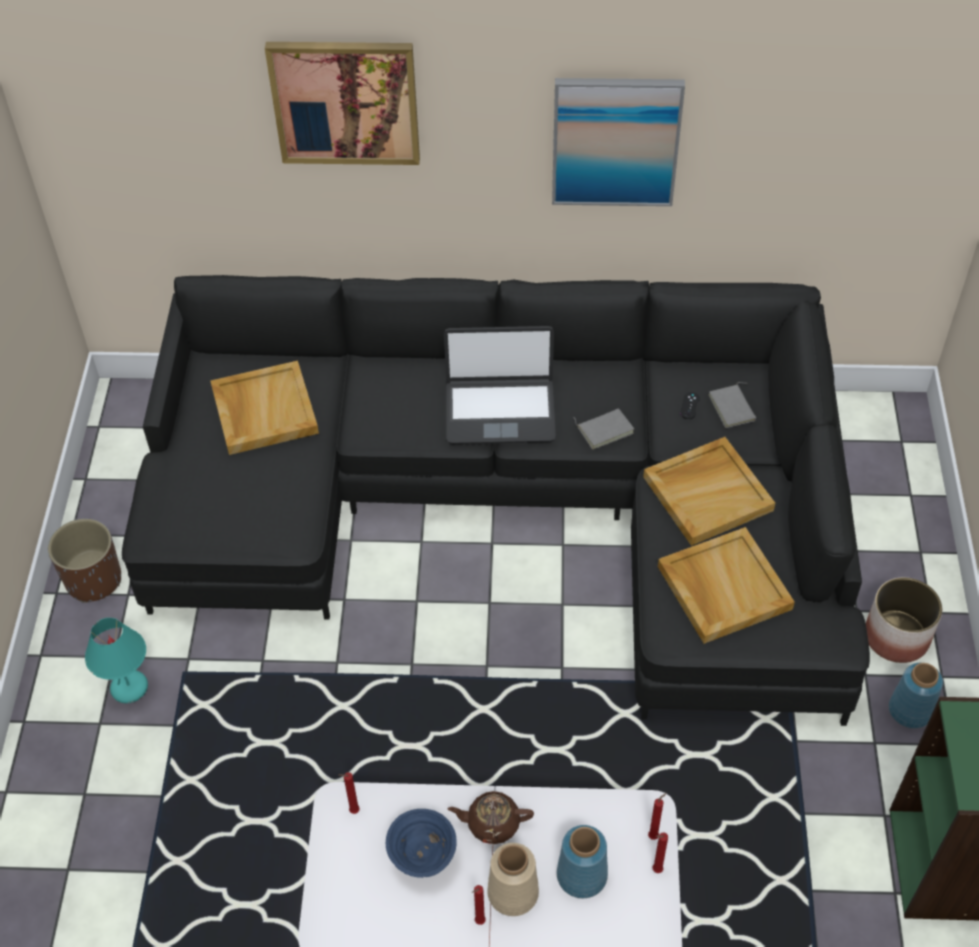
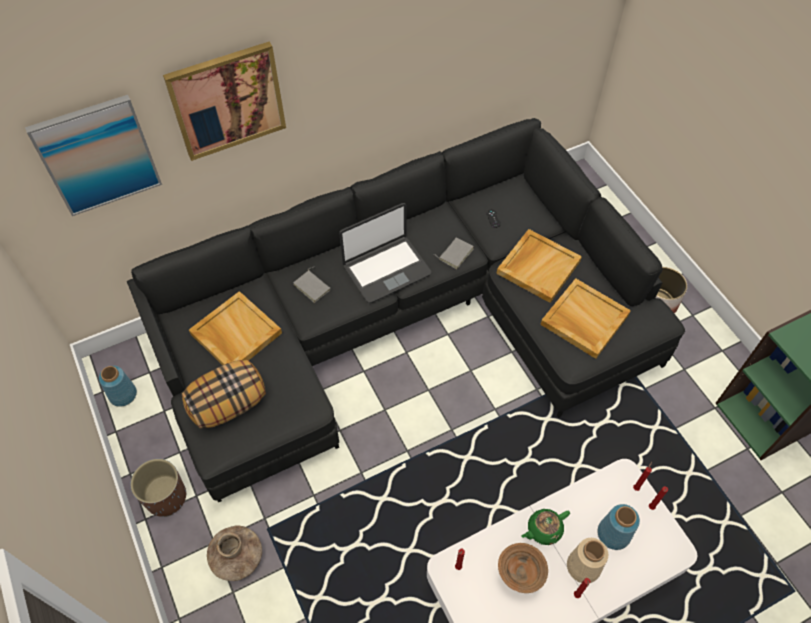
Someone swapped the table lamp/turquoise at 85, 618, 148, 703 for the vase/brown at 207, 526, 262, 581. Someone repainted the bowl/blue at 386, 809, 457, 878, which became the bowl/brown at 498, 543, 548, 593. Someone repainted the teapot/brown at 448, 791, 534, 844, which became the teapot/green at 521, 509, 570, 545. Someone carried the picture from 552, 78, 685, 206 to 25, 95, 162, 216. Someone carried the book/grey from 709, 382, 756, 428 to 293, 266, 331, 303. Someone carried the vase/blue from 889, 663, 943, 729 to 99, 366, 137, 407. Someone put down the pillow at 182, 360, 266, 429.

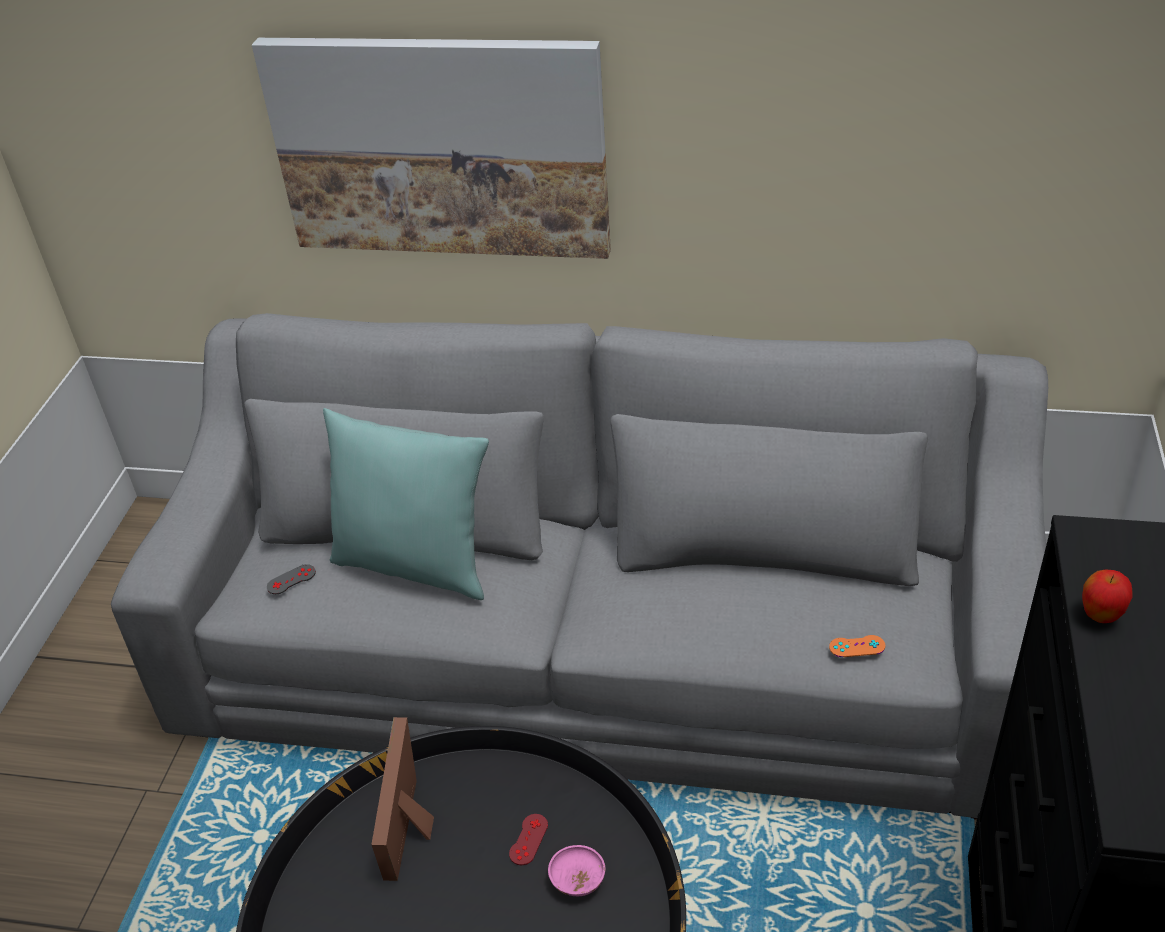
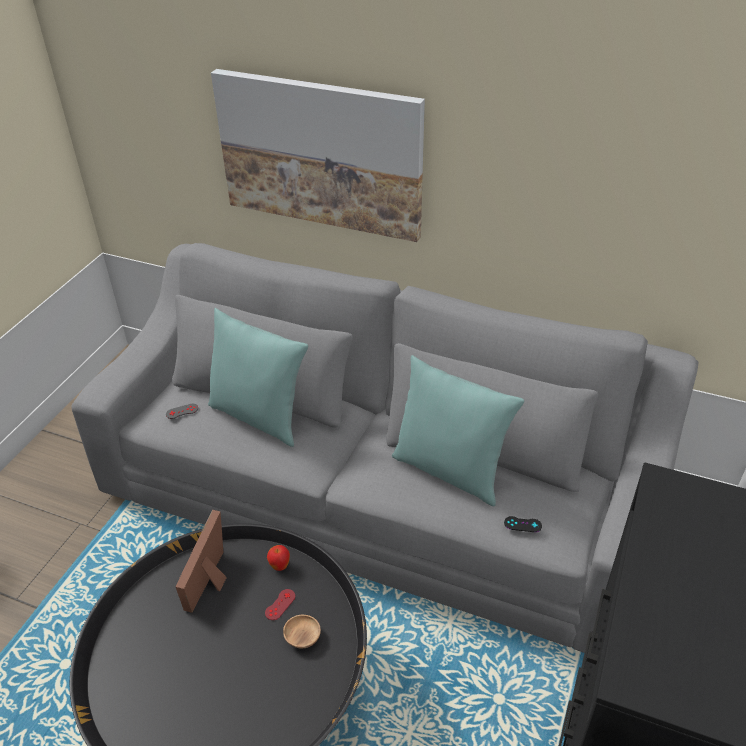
Someone repainted the bowl/pink at 548, 845, 605, 896, which became the bowl/brown at 283, 615, 321, 648. Someone repainted the game controller/orange at 829, 635, 885, 657, which became the game controller/black at 504, 516, 542, 532. Someone carried the apple from 1082, 569, 1132, 623 to 267, 545, 290, 571. Someone put down the pillow/turquoise at 392, 355, 524, 506.

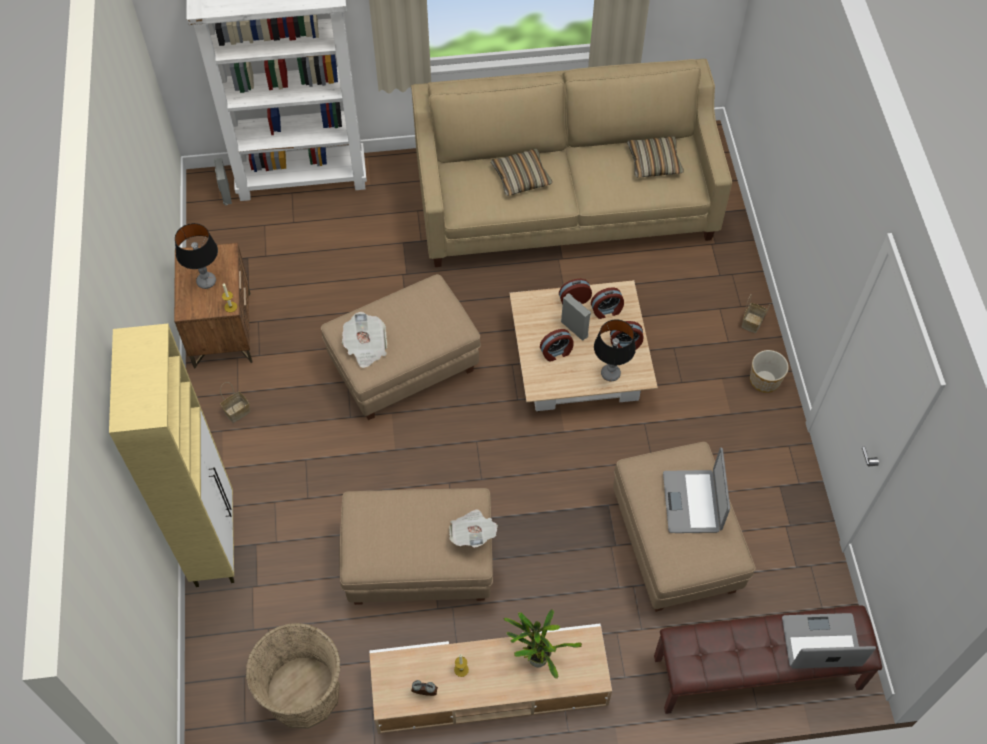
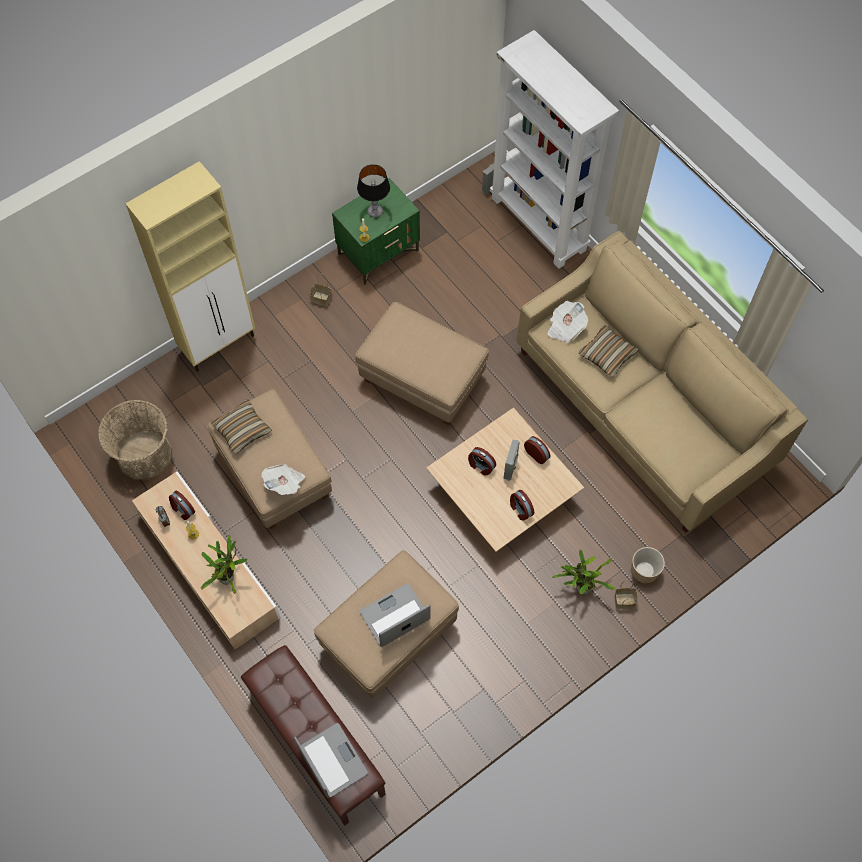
Someone repainted the nightstand/brown at 174, 243, 253, 369, which became the nightstand/green at 332, 178, 420, 285. Someone carried the newspaper from 342, 312, 387, 368 to 547, 301, 588, 343. Someone carried the alarm clock from 591, 287, 624, 319 to 169, 491, 195, 520. Someone took away the table lamp at 594, 319, 636, 381. Someone carried the pillow from 627, 137, 684, 178 to 211, 399, 272, 454. Someone carried the planter from 750, 350, 789, 393 to 631, 547, 665, 583. Someone put down the potted plant at 553, 550, 615, 594.

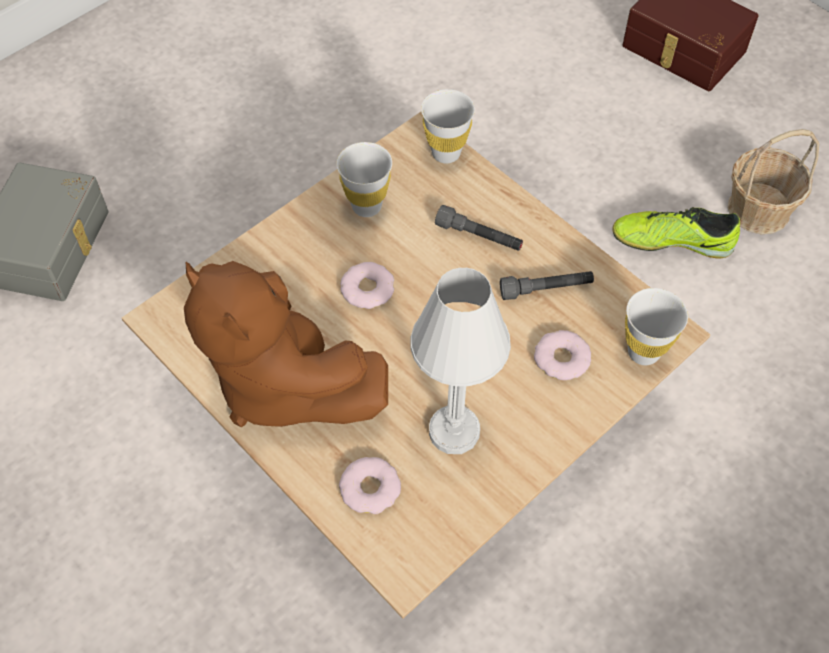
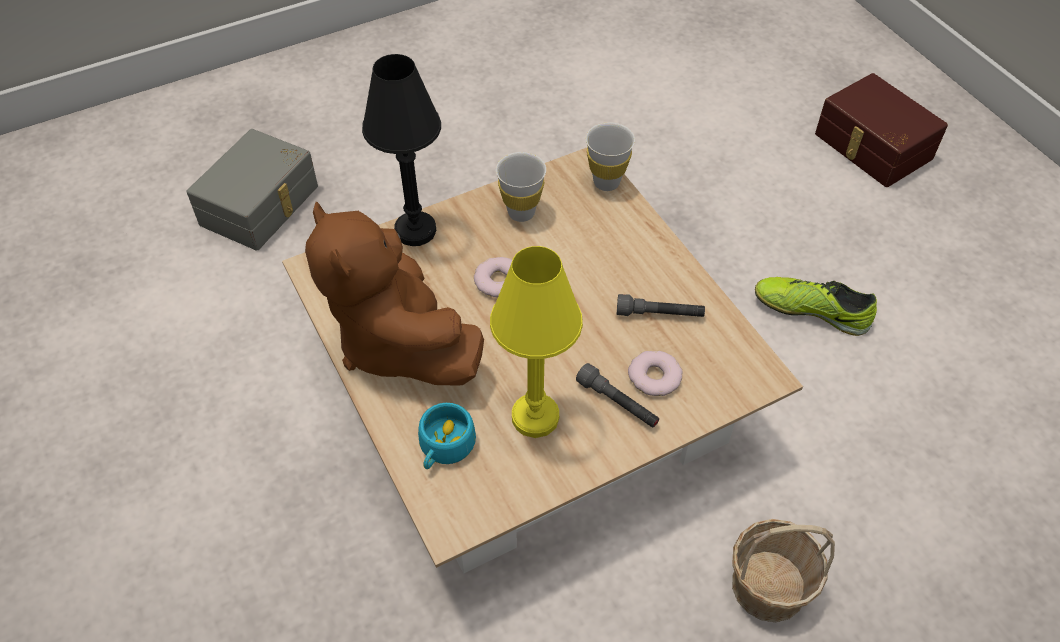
Someone swapped the donut at 339, 457, 401, 514 for the cup/turquoise at 418, 403, 476, 469. Someone repainted the table lamp/white at 410, 268, 511, 454, which became the table lamp/yellow at 490, 246, 583, 438. Someone carried the flashlight/grey from 435, 205, 523, 251 to 576, 363, 659, 428. Someone took away the cup/white at 625, 288, 688, 365. Someone carried the basket from 727, 129, 819, 234 to 732, 519, 835, 622. Someone put down the table lamp/black at 362, 54, 441, 246.

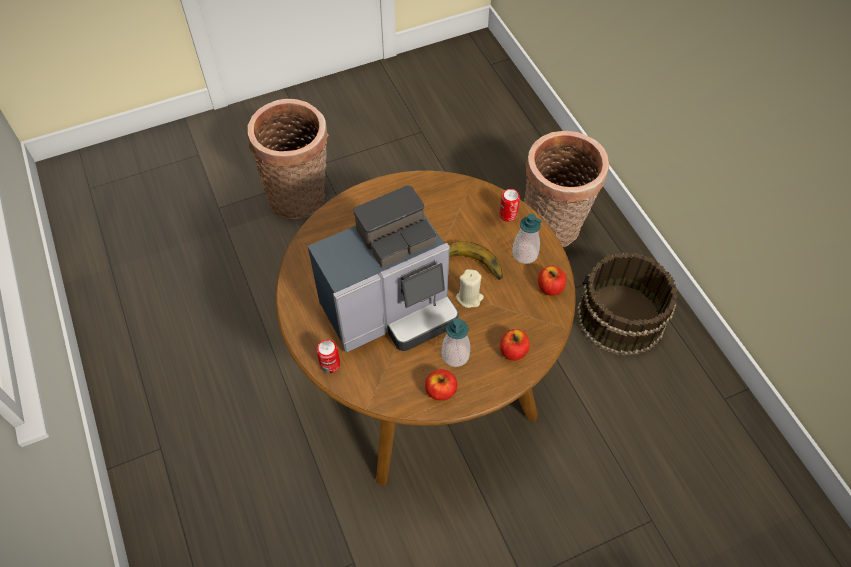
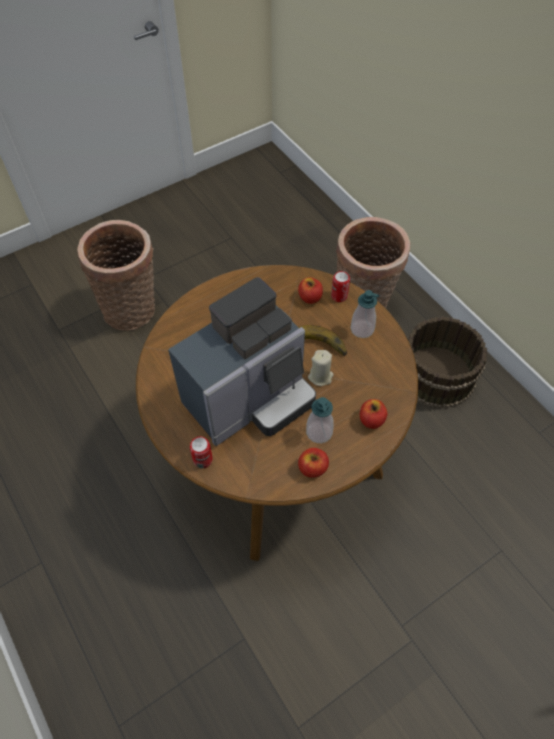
Someone carried the apple from 538, 266, 566, 296 to 298, 277, 323, 304.

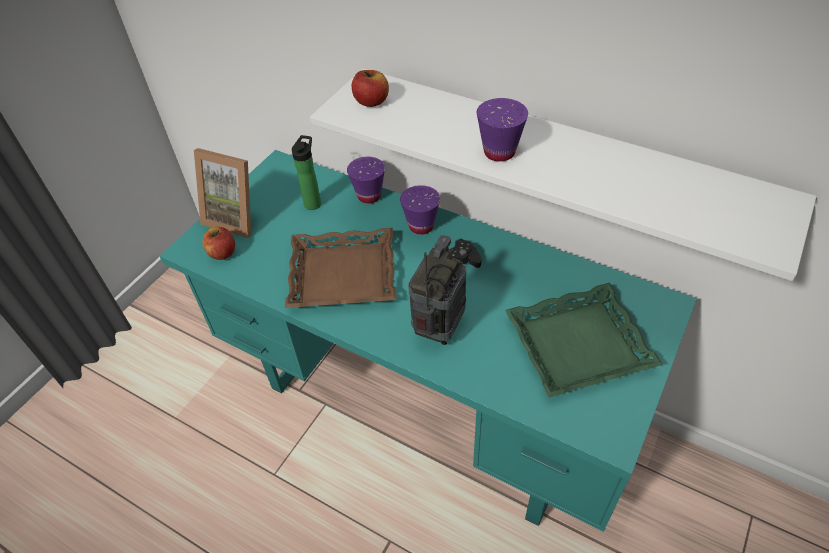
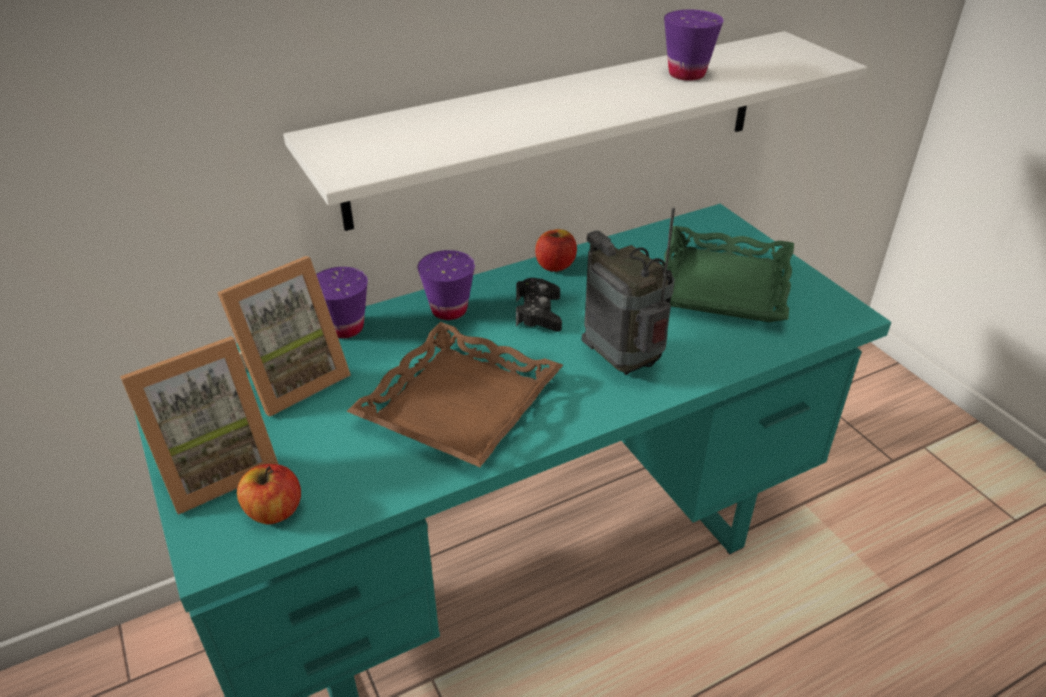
Someone swapped the bottle at 292, 135, 321, 210 for the picture frame at 217, 256, 351, 417. Someone carried the apple from 352, 70, 389, 107 to 535, 229, 577, 272. Someone carried the cup/purple from 477, 98, 528, 162 to 664, 10, 724, 81.

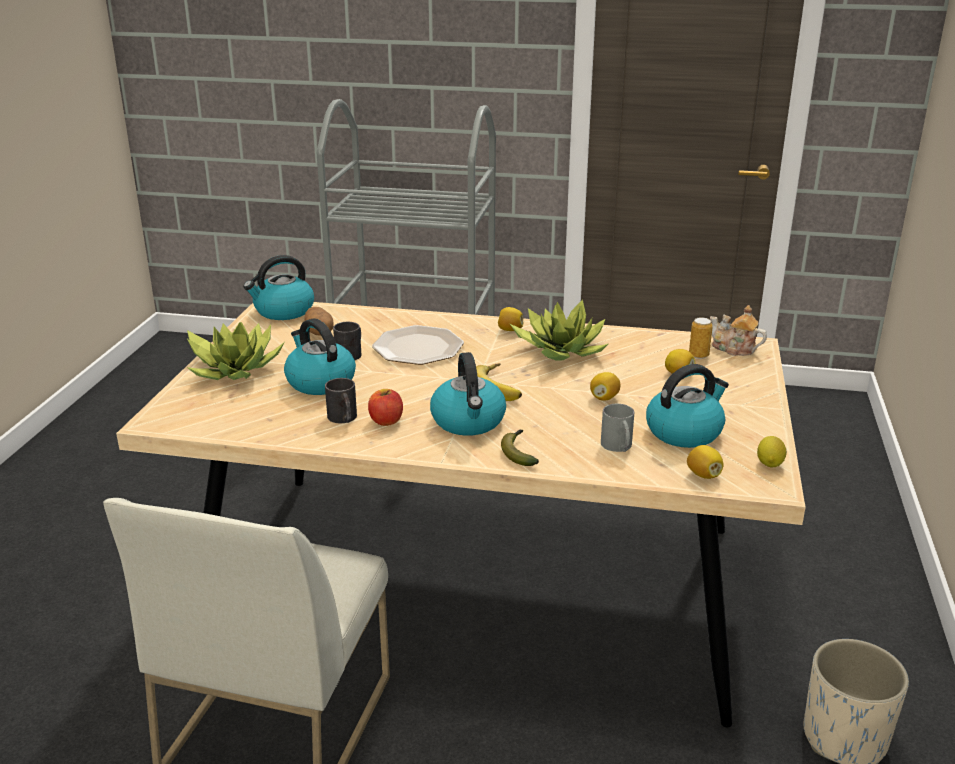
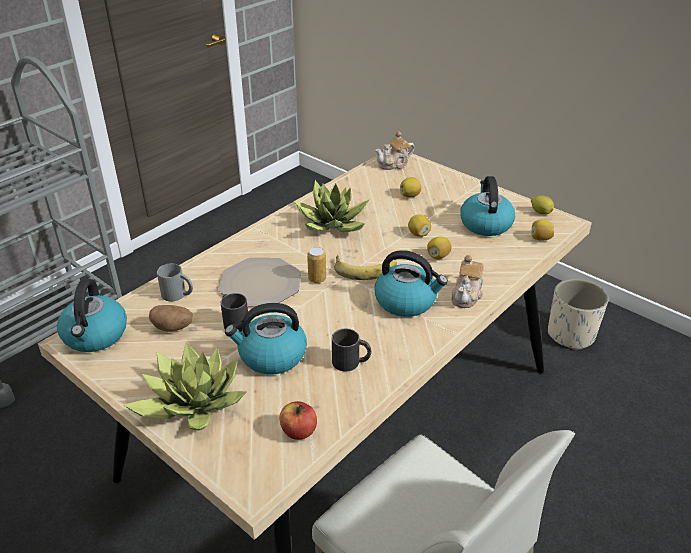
Someone carried the apple from 368, 389, 403, 426 to 279, 401, 317, 440. Someone carried the lemon from 498, 307, 523, 331 to 427, 237, 451, 259. Someone swapped the banana at 501, 430, 539, 466 for the teapot at 451, 255, 484, 308. Someone carried the mug/grey from 601, 404, 634, 452 to 157, 263, 193, 302. Someone carried the can from 689, 317, 713, 359 to 307, 247, 326, 283.

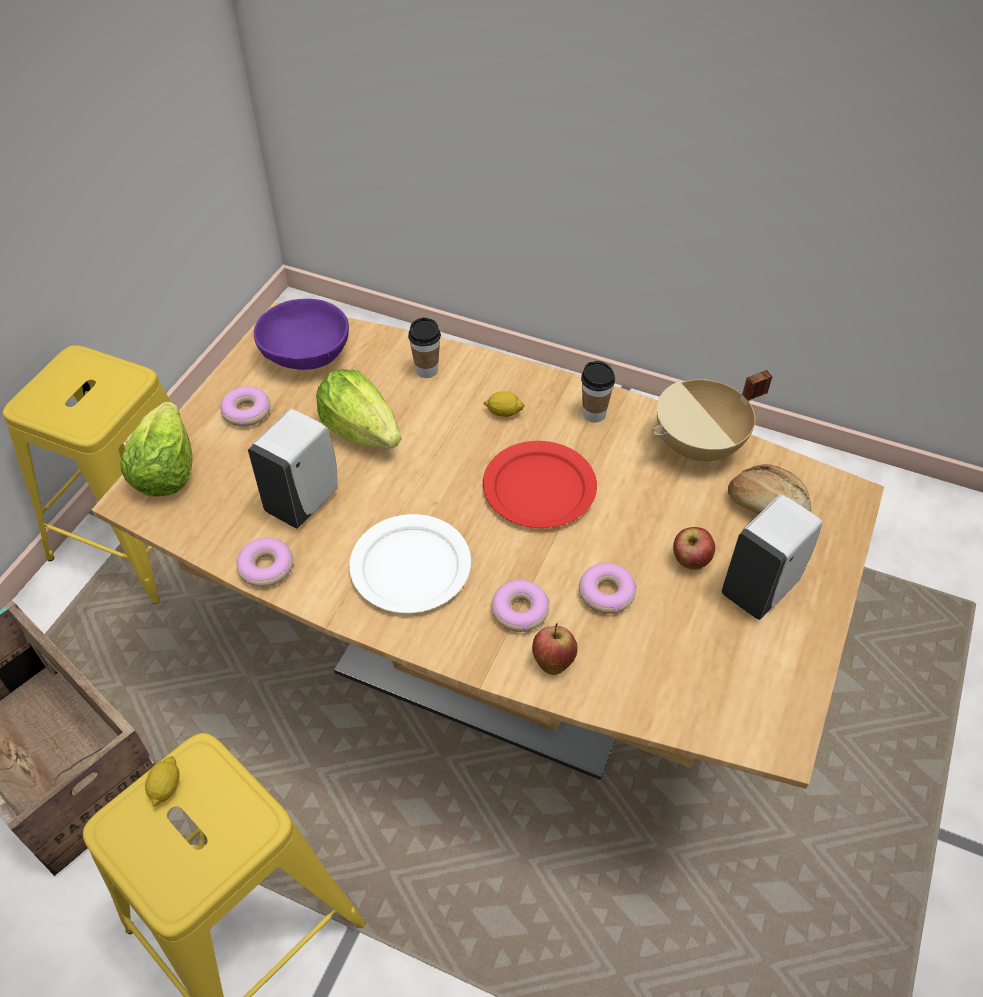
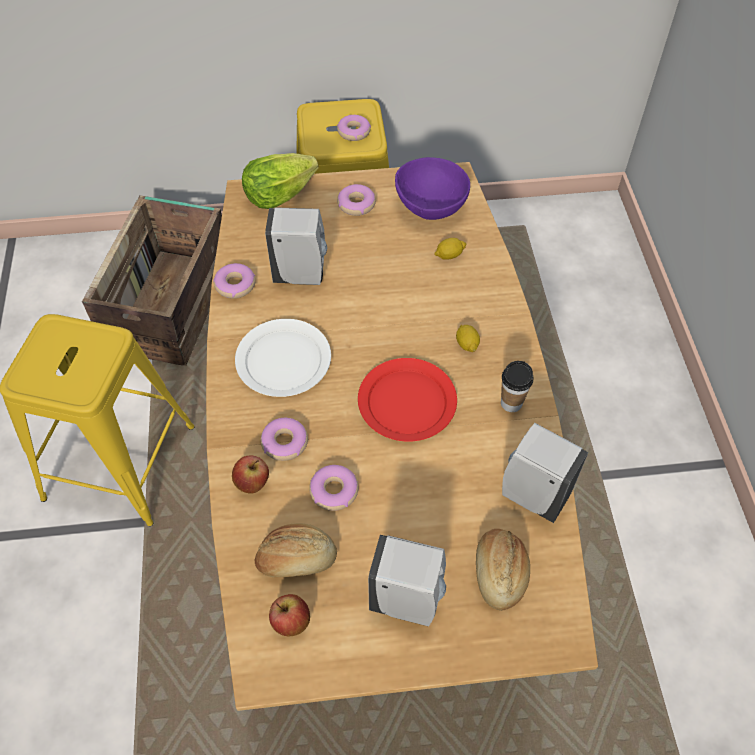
Someone carried the lemon from 145, 756, 180, 807 to 434, 238, 467, 259. Someone took away the lettuce at 316, 369, 401, 449. Someone took away the cup at 408, 317, 441, 378. Someone swapped the cooking pot/beige at 652, 370, 772, 462 for the soap dispenser/white at 502, 423, 588, 523. Someone carried the apple from 673, 527, 715, 570 to 269, 594, 310, 637. Someone put down the bread at 255, 523, 337, 577. Someone put down the donut at 337, 115, 371, 141.

